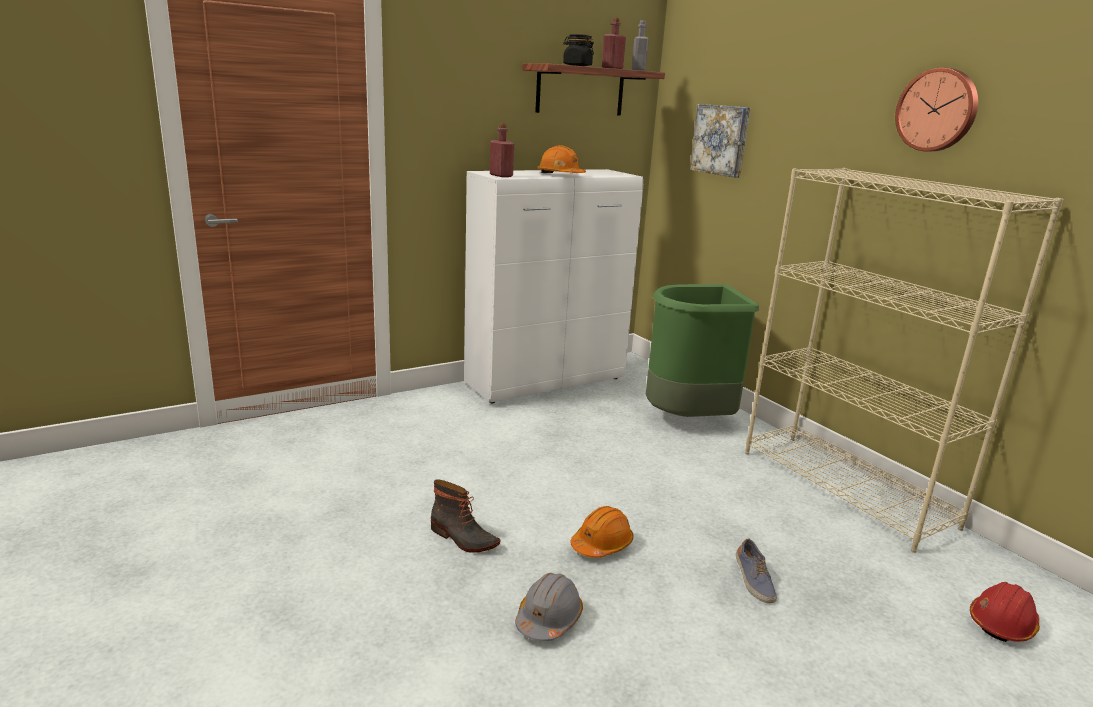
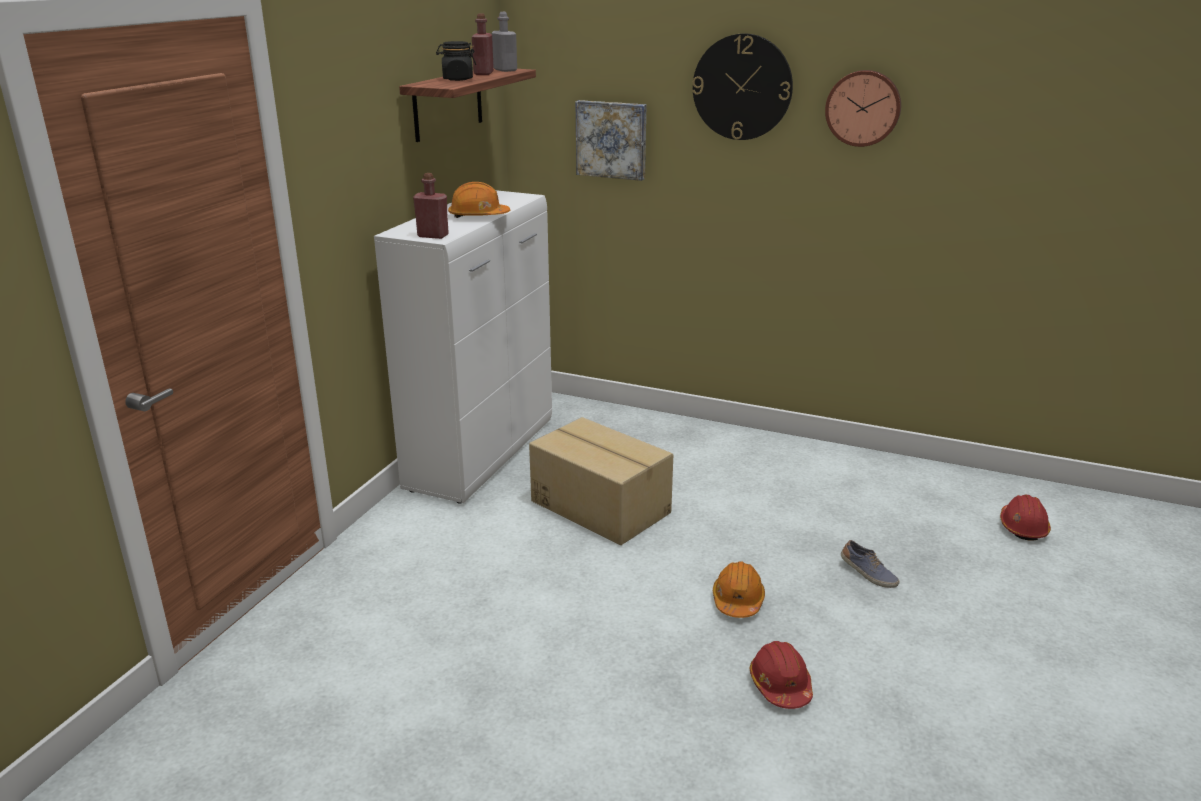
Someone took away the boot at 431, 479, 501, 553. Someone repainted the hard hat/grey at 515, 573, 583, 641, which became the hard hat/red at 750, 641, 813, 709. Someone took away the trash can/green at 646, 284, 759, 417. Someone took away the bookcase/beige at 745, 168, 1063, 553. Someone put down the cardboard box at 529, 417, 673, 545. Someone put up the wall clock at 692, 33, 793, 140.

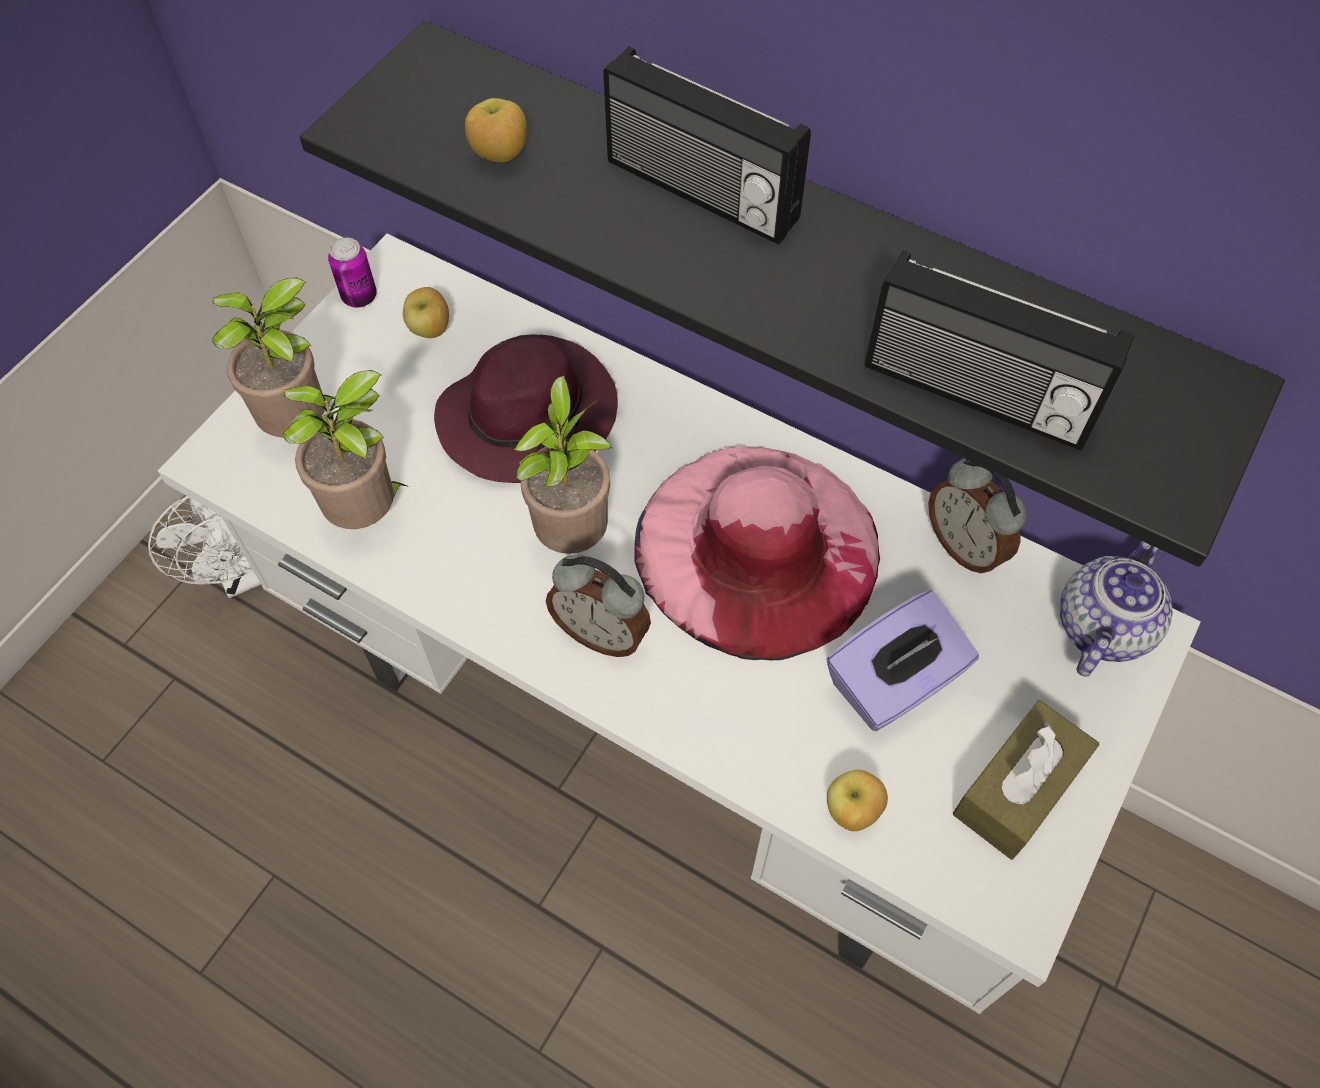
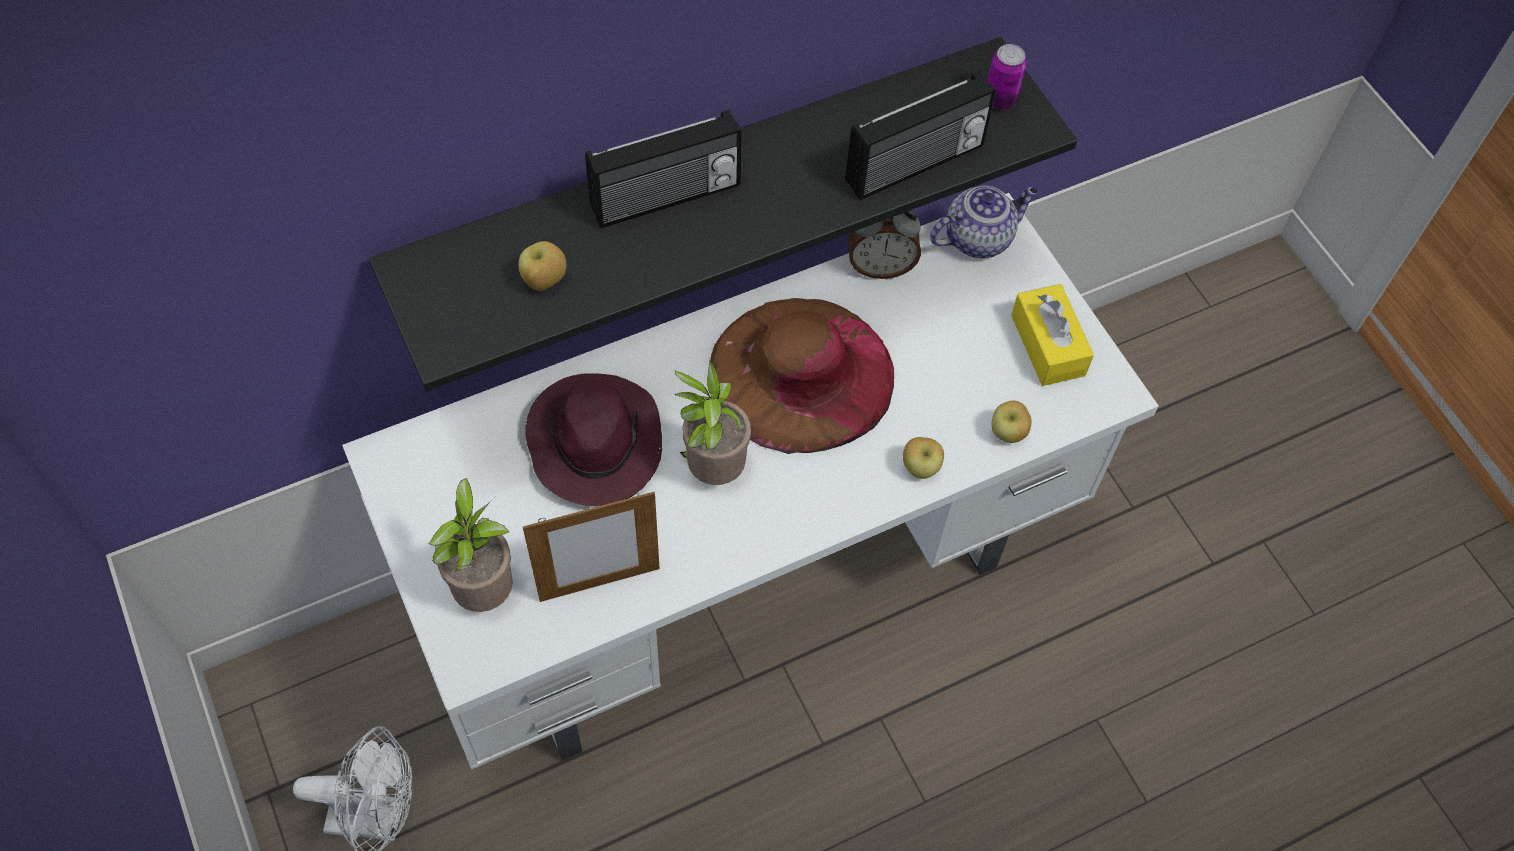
Someone swapped the potted plant at 282, 370, 409, 529 for the picture frame at 523, 492, 660, 602. Someone carried the can from 328, 237, 377, 308 to 987, 44, 1027, 109. Someone carried the apple from 403, 287, 449, 338 to 903, 437, 944, 479. Someone took away the alarm clock at 546, 554, 651, 657. Someone repainted the hat/pink at 634, 446, 880, 660, which became the hat/brown at 710, 298, 894, 454. Someone took away the tissue box/purple at 827, 590, 979, 732. Someone repainted the tissue box/brown at 953, 700, 1100, 860, which became the tissue box/yellow at 1011, 284, 1094, 386. Someone rotated the teapot at 1060, 541, 1173, 676 by 90 degrees clockwise.

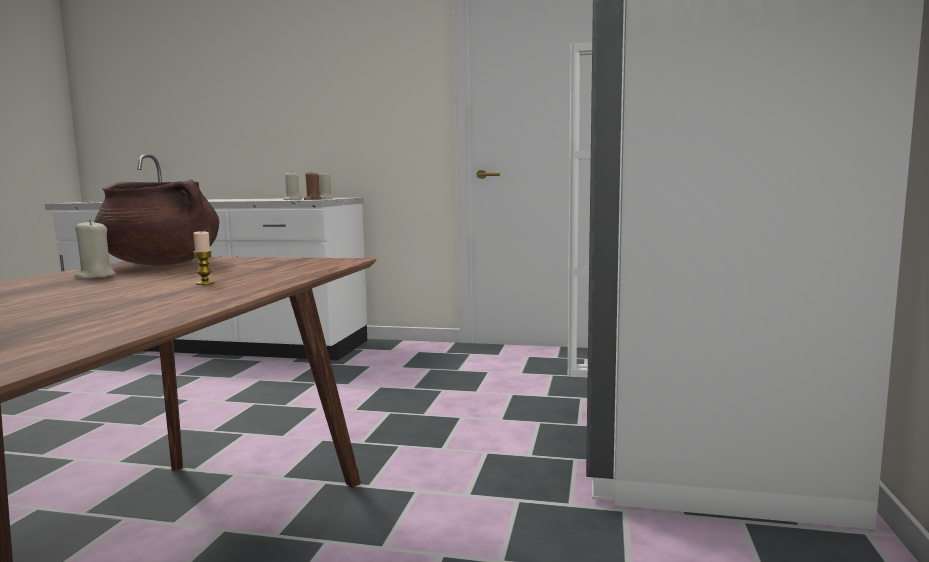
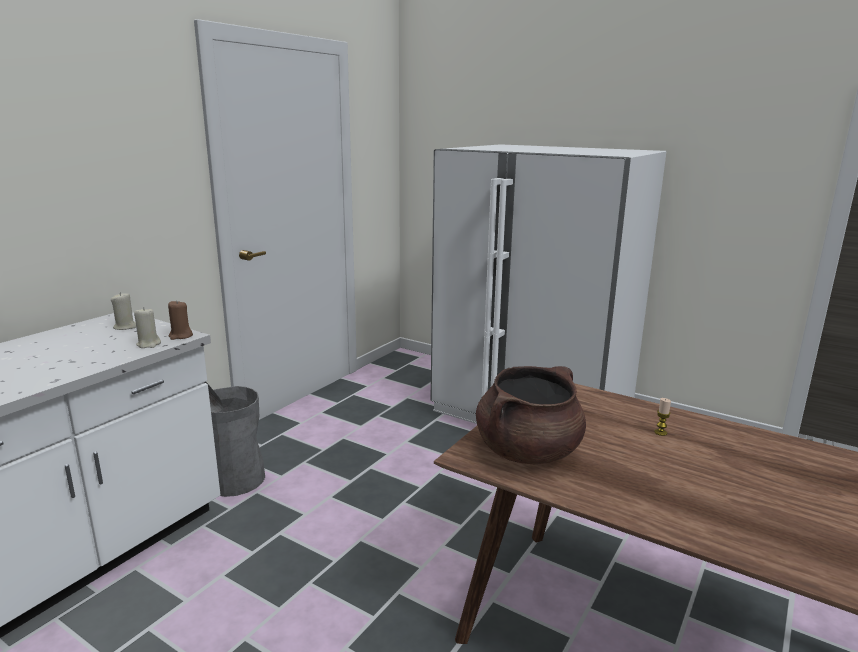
Someone took away the candle/beige at 74, 219, 115, 279. Someone put down the trash can/grey at 204, 382, 265, 497.

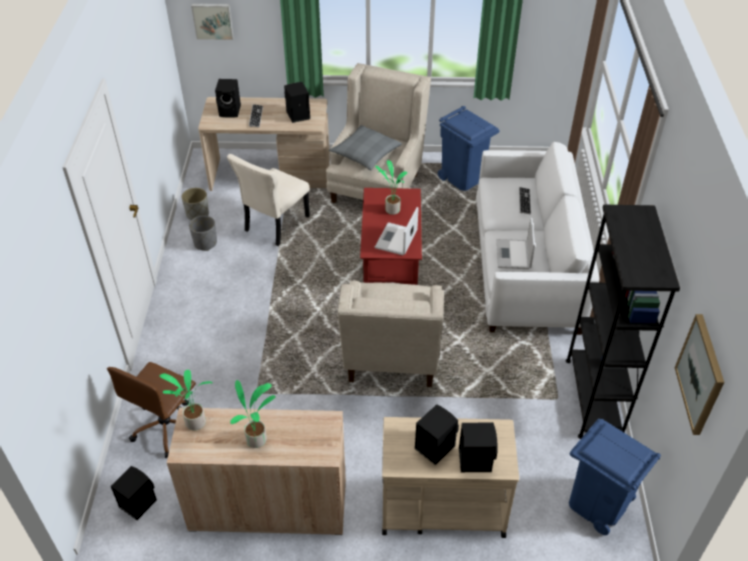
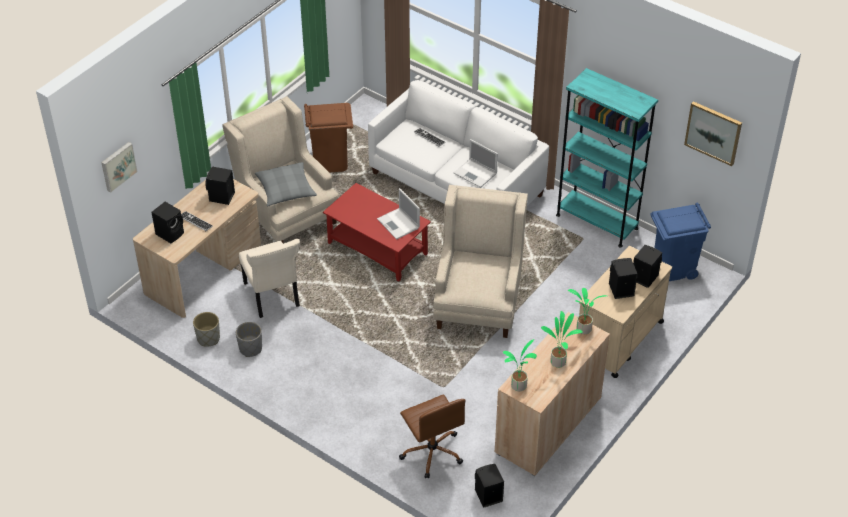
Someone rotated the armchair/beige at 338, 281, 444, 387 by 120 degrees counterclockwise. Someone carried the potted plant from 375, 160, 408, 215 to 568, 288, 608, 334. Someone repainted the trash can/blue at 438, 106, 499, 191, which became the trash can/brown at 304, 103, 353, 172. Someone repainted the bookcase/black at 566, 205, 680, 439, which became the bookcase/turquoise at 556, 68, 658, 247.

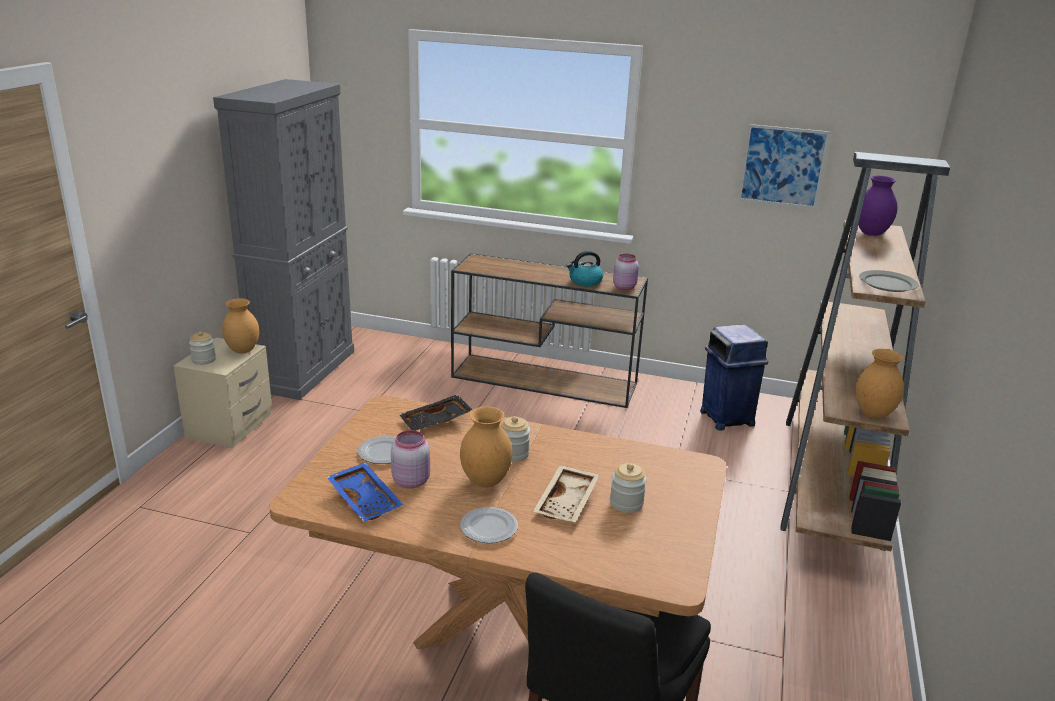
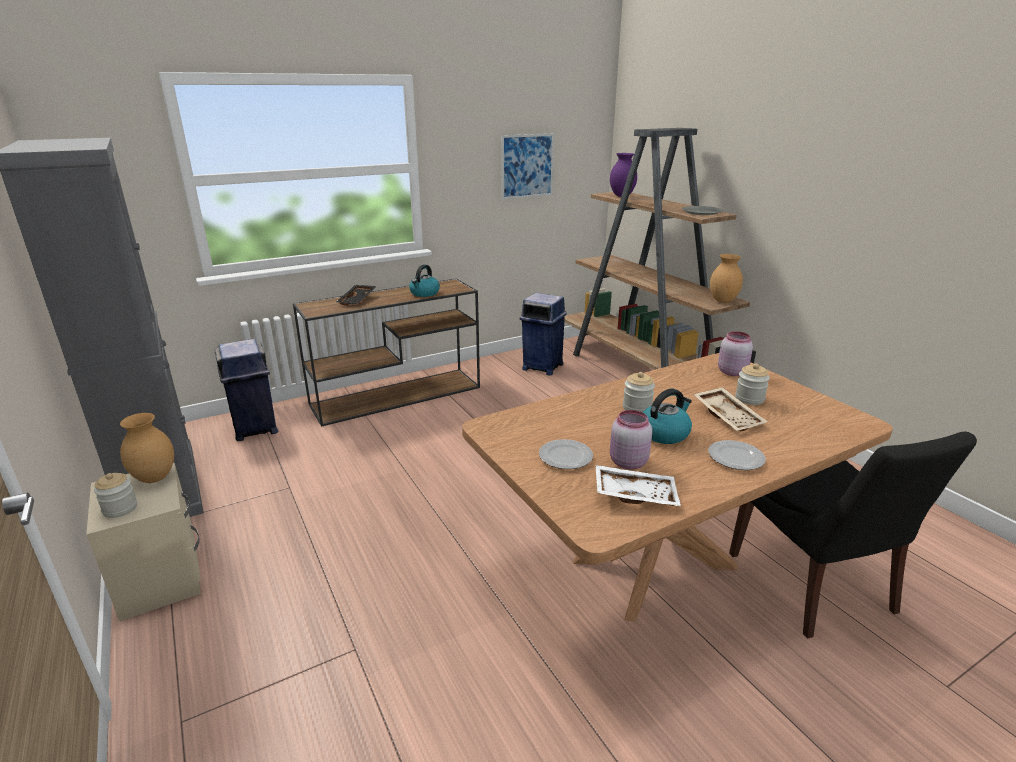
Someone repainted the tray/blue at 327, 462, 404, 522, which became the tray/white at 596, 465, 681, 507. Someone carried the tray/black from 399, 394, 472, 431 to 336, 285, 377, 306. Someone swapped the vase/brown at 460, 406, 513, 487 for the kettle at 643, 389, 692, 444. Someone carried the jar/pink from 613, 254, 639, 290 to 718, 331, 753, 376. Someone put down the trash can/blue at 214, 339, 278, 441.

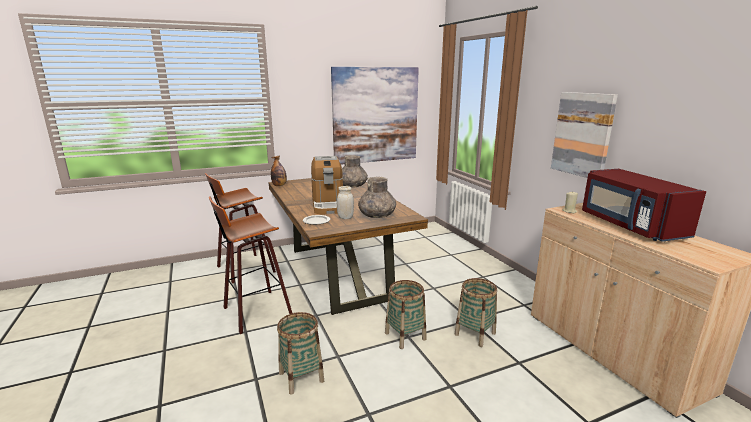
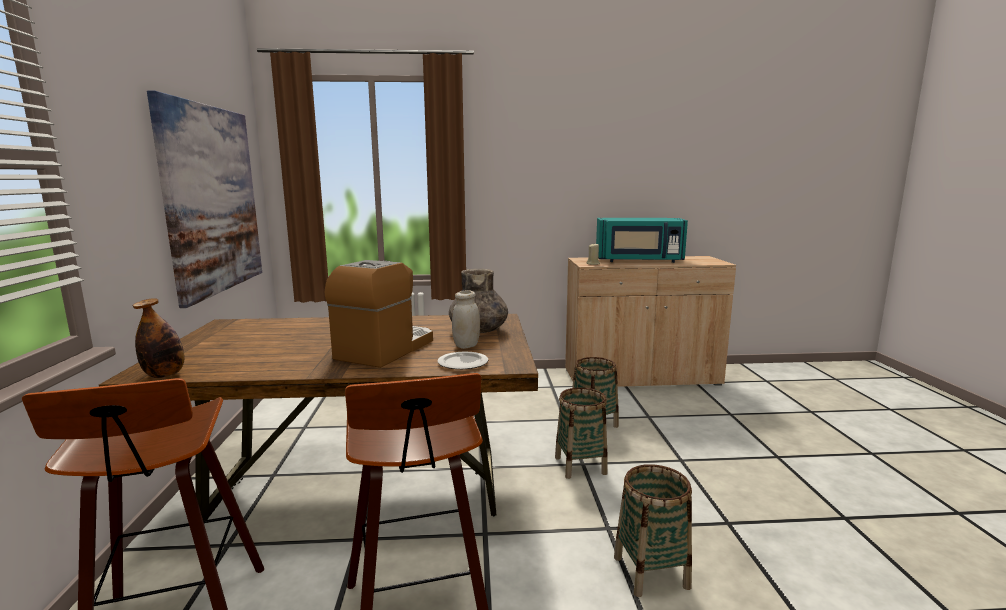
Someone rotated the coffee machine at 311, 156, 343, 215 by 75 degrees counterclockwise. Someone took away the vase/grey at 342, 155, 368, 188. Someone took away the picture at 551, 92, 618, 178. Someone repainted the microwave/red at 582, 169, 706, 242, which became the microwave/turquoise at 596, 218, 688, 263.

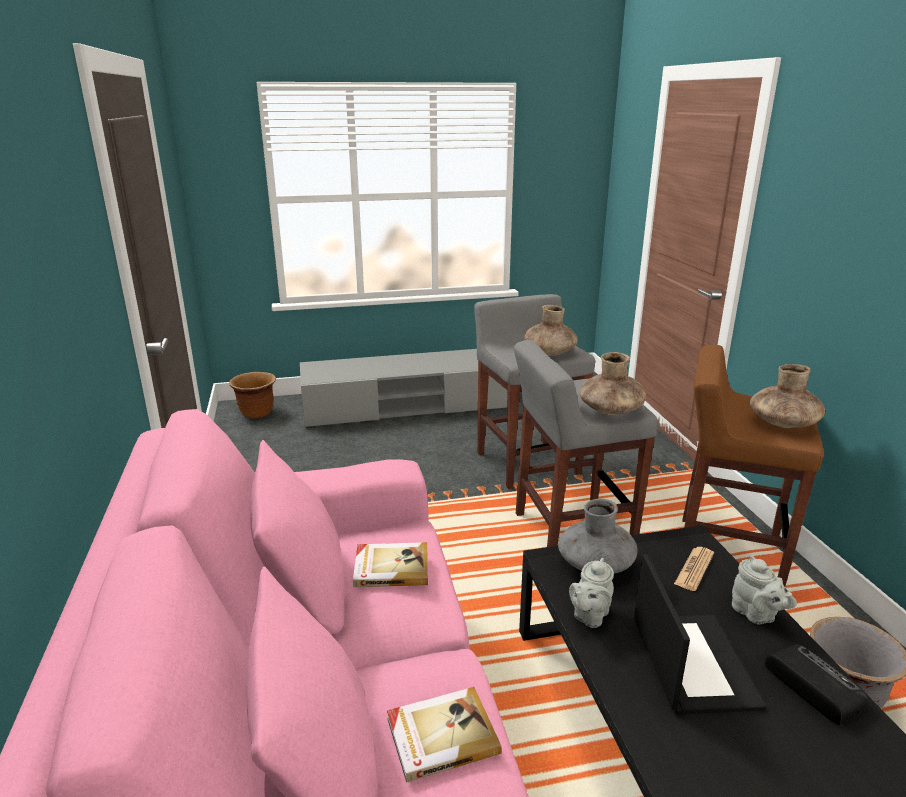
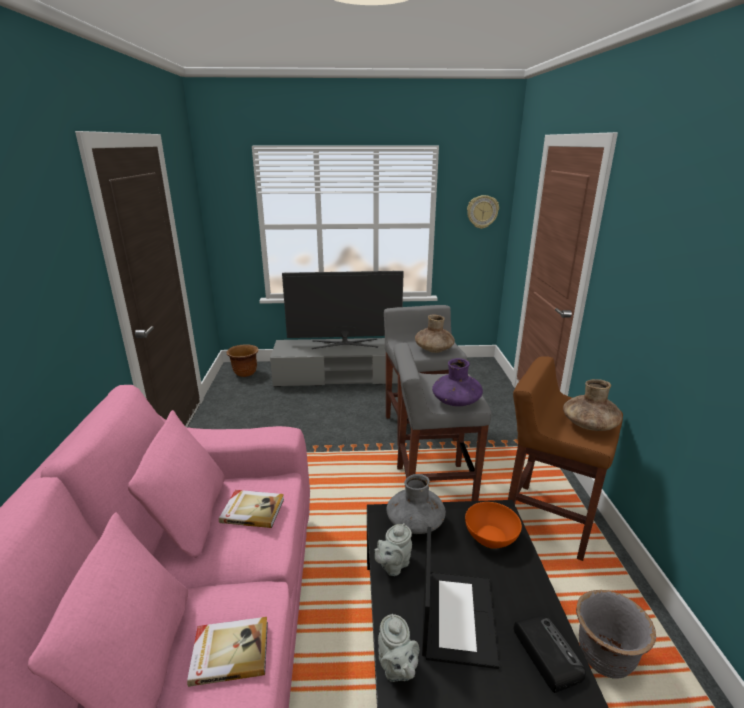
Someone repainted the vase/brown at 580, 352, 646, 415, which became the vase/purple at 432, 358, 483, 406. Someone swapped the newspaper at 674, 547, 714, 591 for the bowl/orange at 465, 502, 522, 549. Someone carried the teapot/grey from 732, 556, 797, 624 to 378, 614, 419, 682. Someone put down the television at 282, 271, 404, 349. Someone put up the wall clock at 467, 195, 499, 229.

